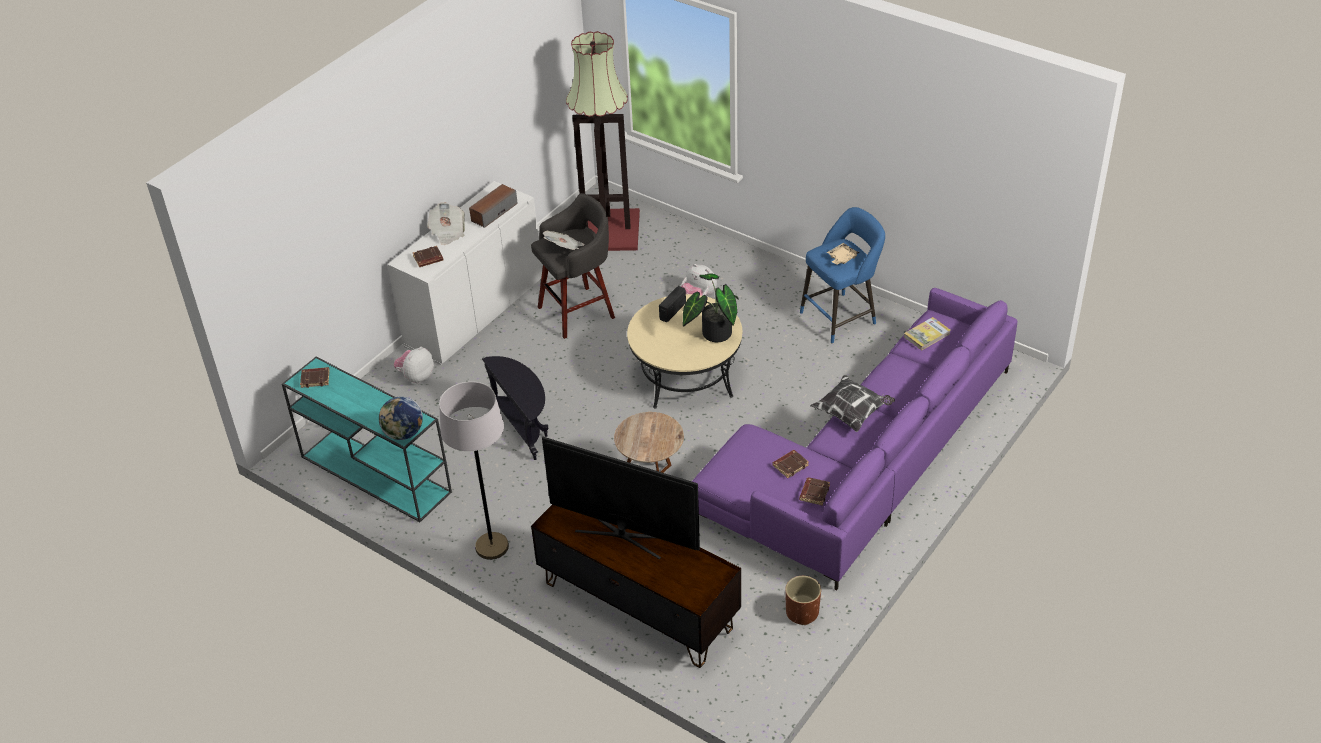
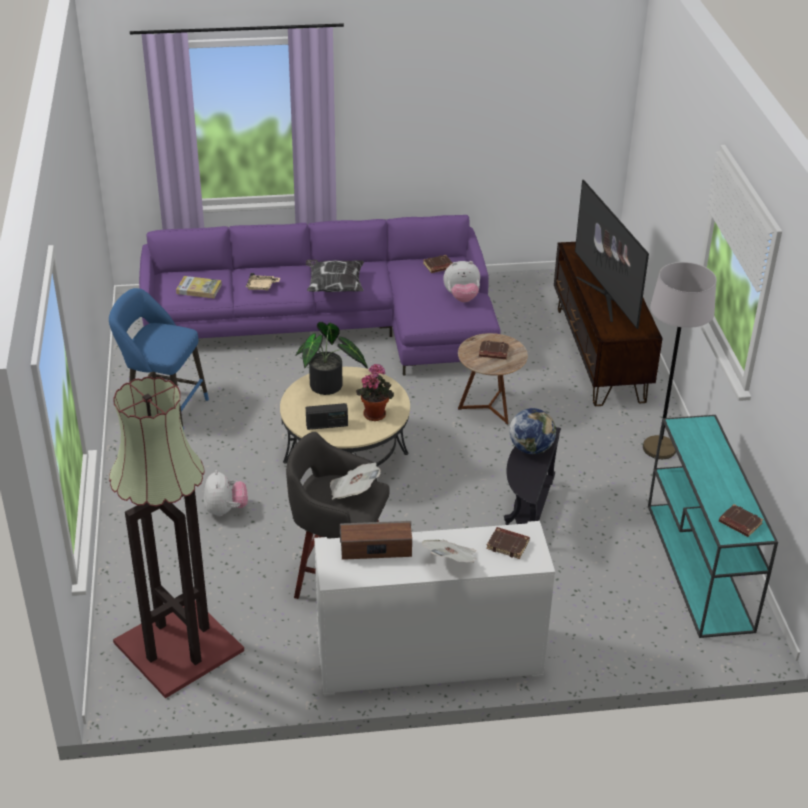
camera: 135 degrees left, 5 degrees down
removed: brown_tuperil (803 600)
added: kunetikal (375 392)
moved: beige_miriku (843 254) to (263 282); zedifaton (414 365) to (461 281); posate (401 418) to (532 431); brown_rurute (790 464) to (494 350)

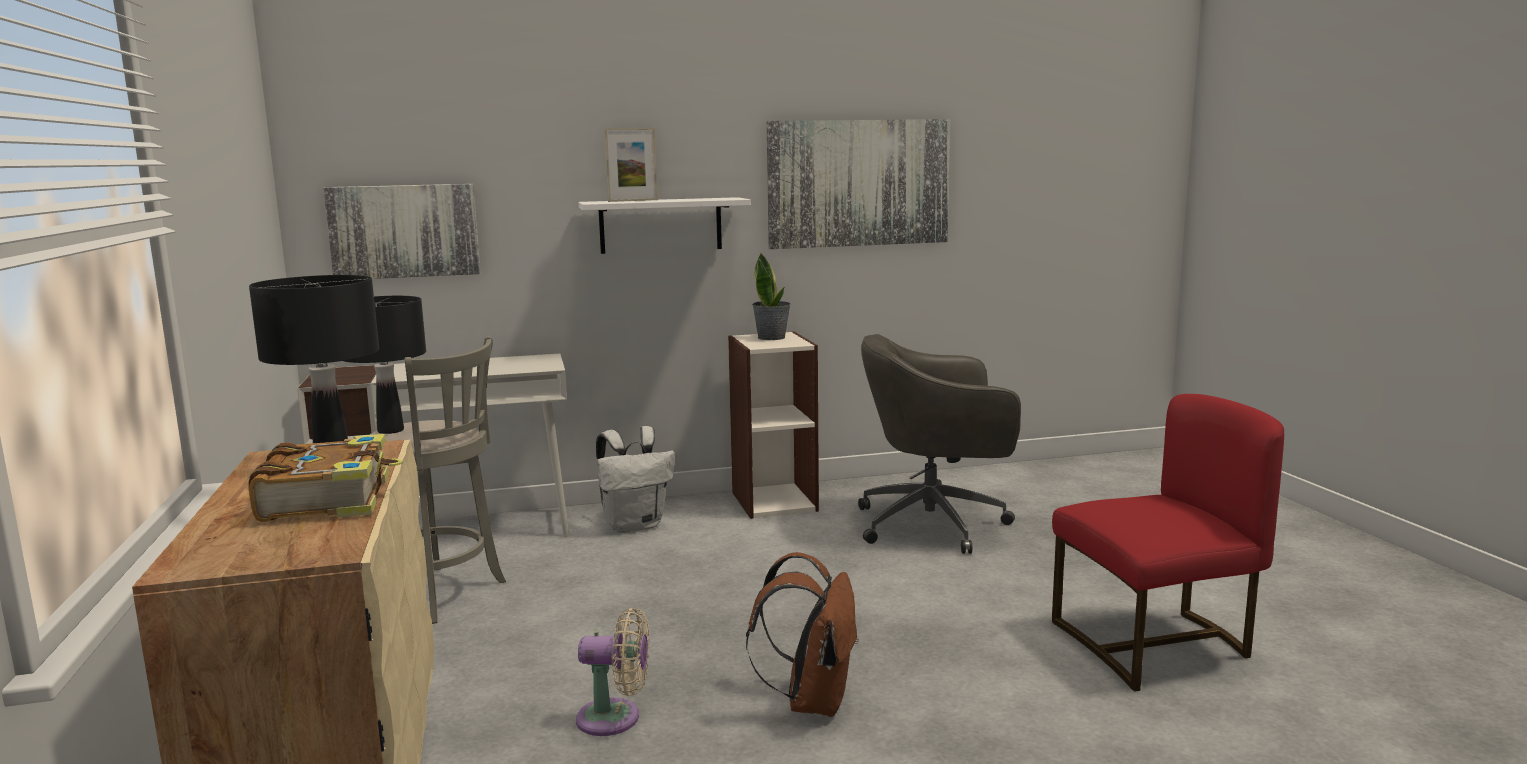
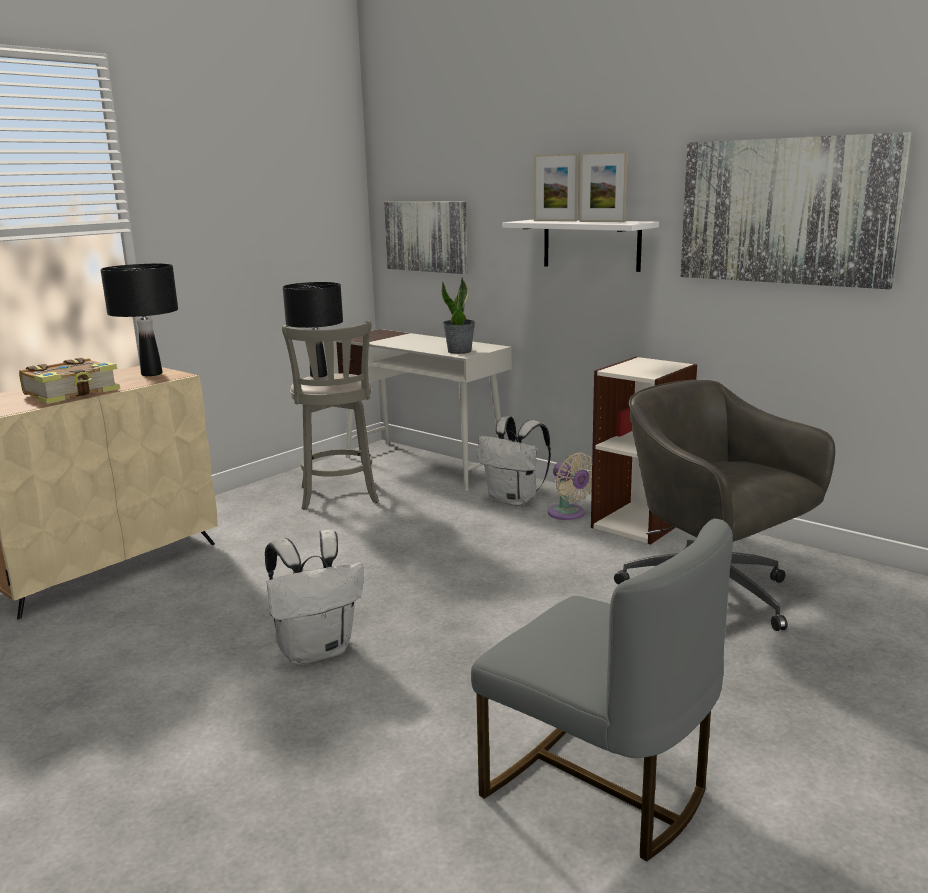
camera: 55 degrees right, 5 degrees up
added: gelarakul (603 186)
moved: kunetikal (771 296) to (458 315); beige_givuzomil (613 672) to (570 486)
recoloured: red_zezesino (1168 543) to grey_zezesino (602 690); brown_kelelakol (802 634) to white_kelelakol (314 597)

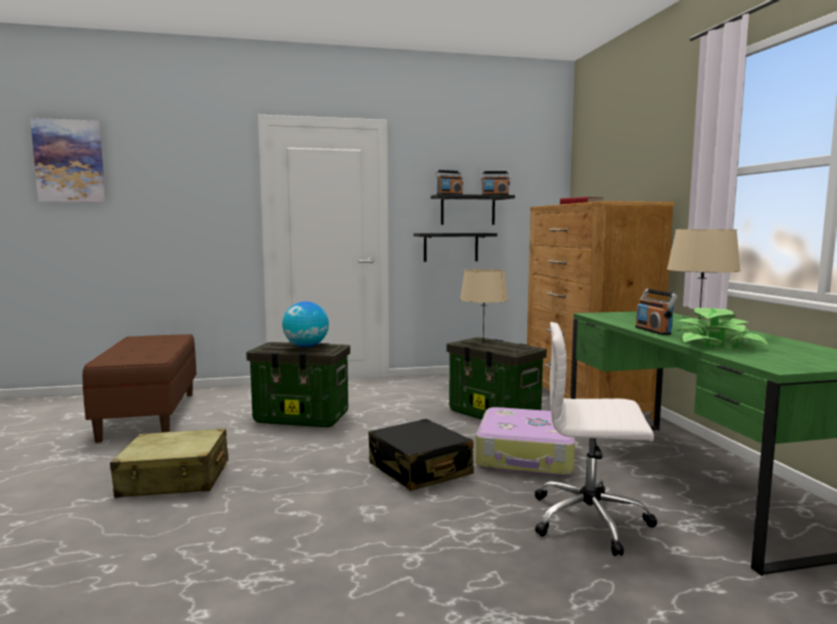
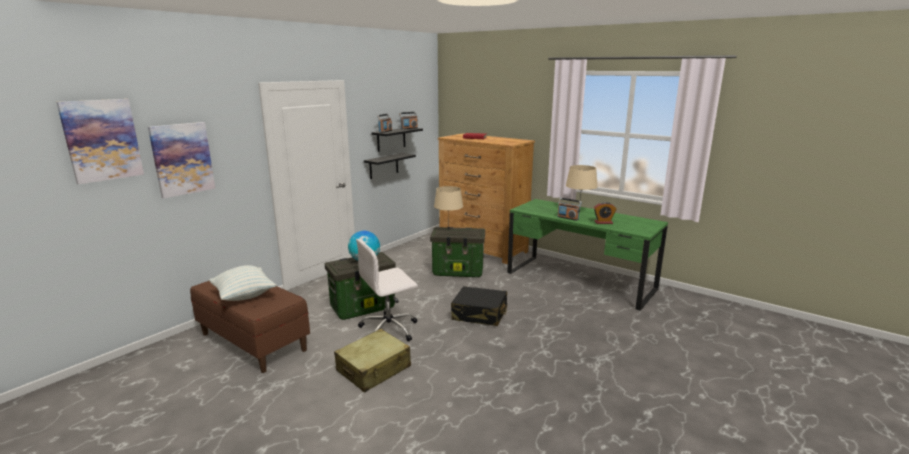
camera: 40 degrees left, 10 degrees up
removed: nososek (525 441)
added: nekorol (181 160); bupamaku (243 283)
moved: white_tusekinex (596 439) to (387 290)
replaced: kunetikal (721 328) to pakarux (605 213)

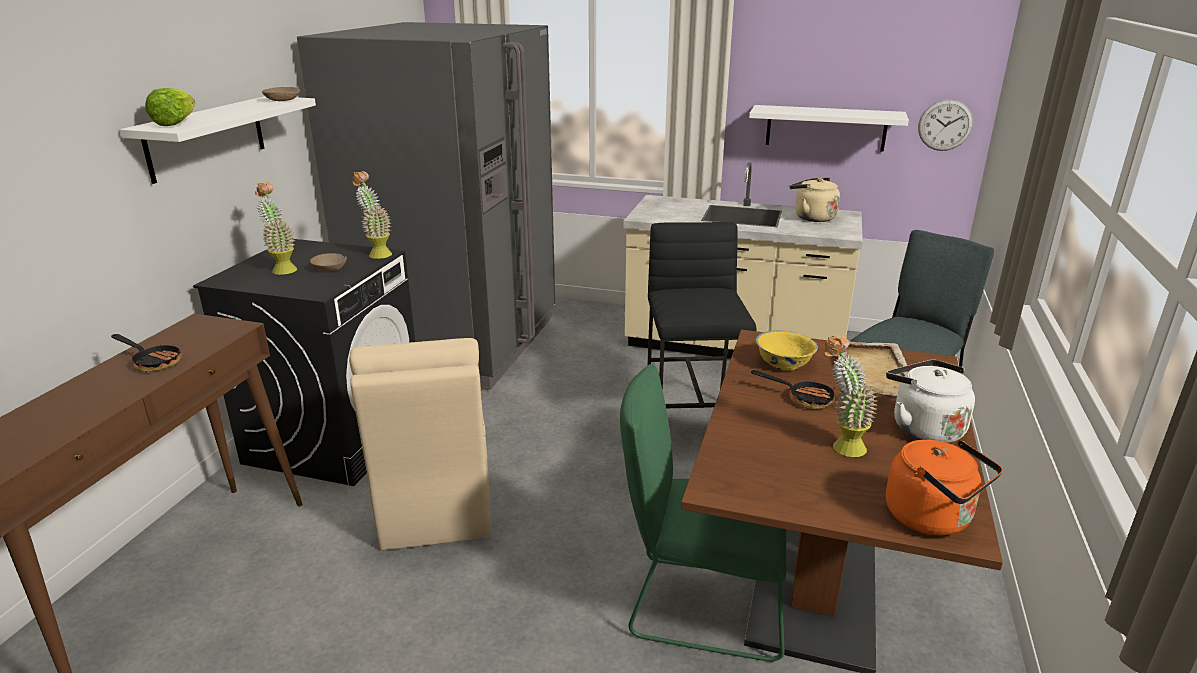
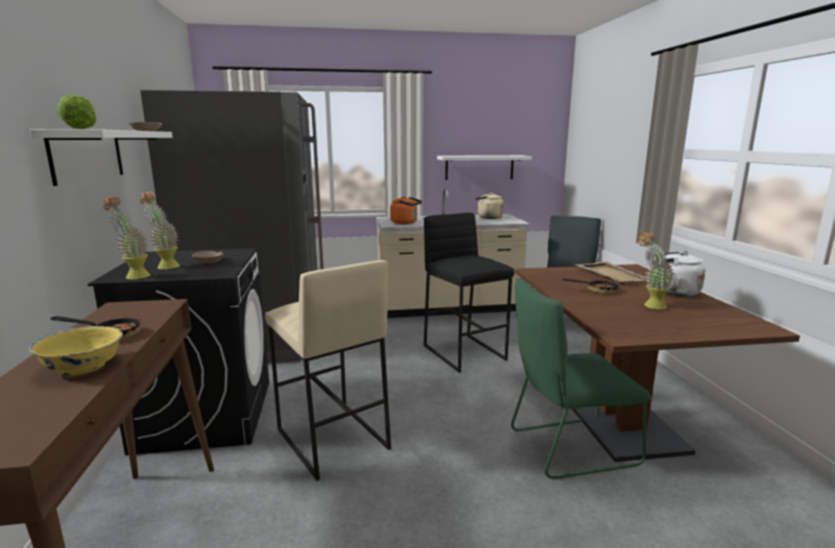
camera: 25 degrees left, 10 degrees down
removed: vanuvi (945 125)
moved: kunetikal (372 215) to (127 237); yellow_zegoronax (787 350) to (76 351); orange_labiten (944 488) to (406 210)
replaced: beige_zezesino (420 444) to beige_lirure (328 370)

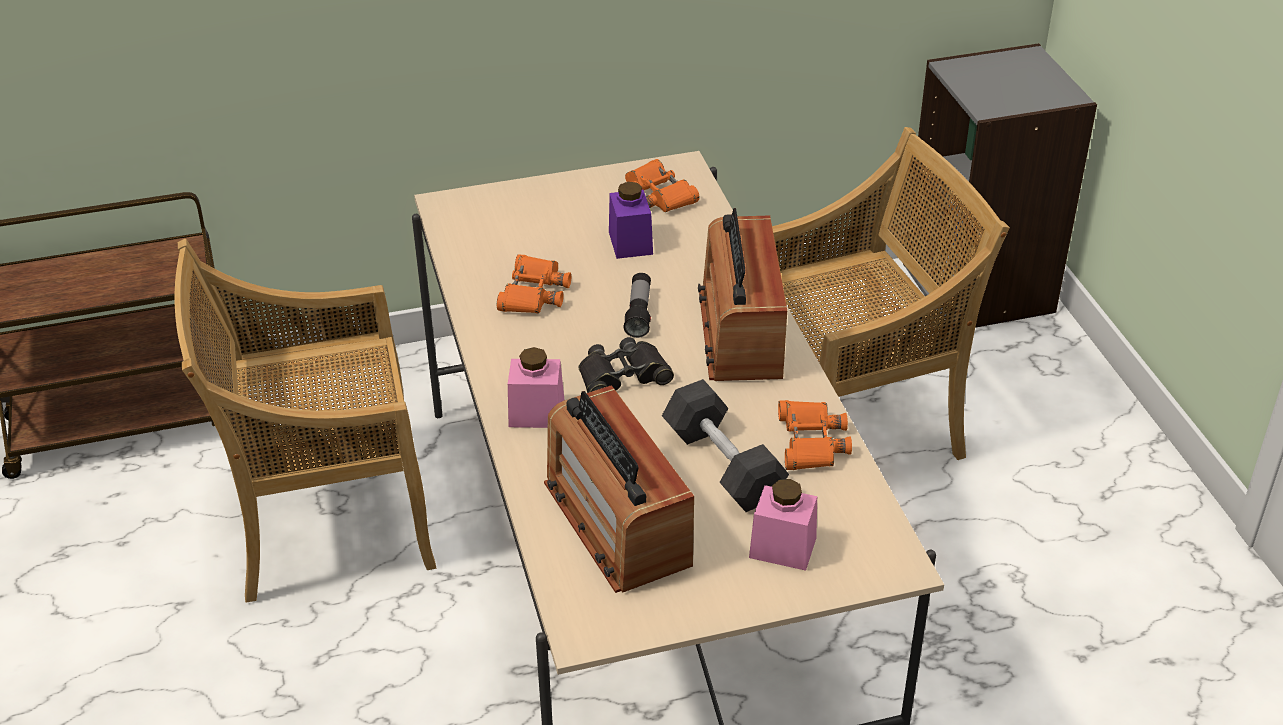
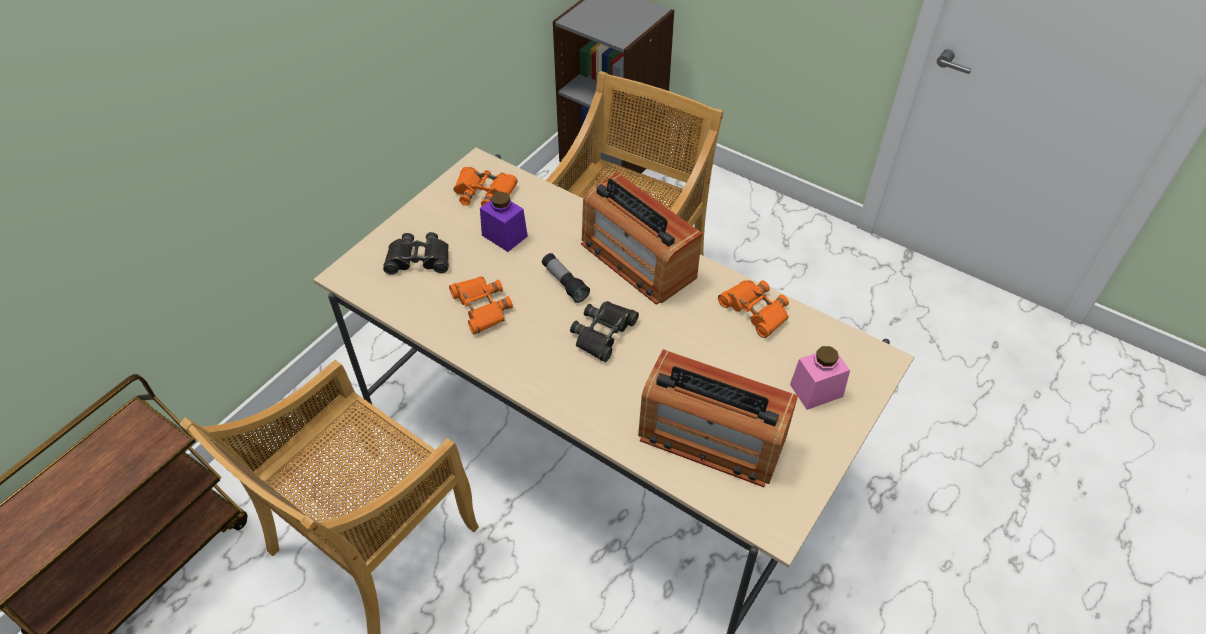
camera: 40 degrees left, 10 degrees up
removed: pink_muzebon (536 387); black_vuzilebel (725 445)
added: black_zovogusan (416 253)

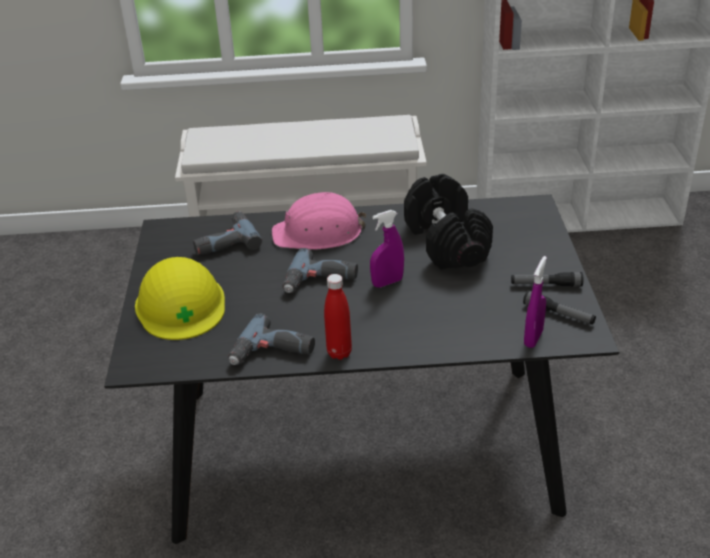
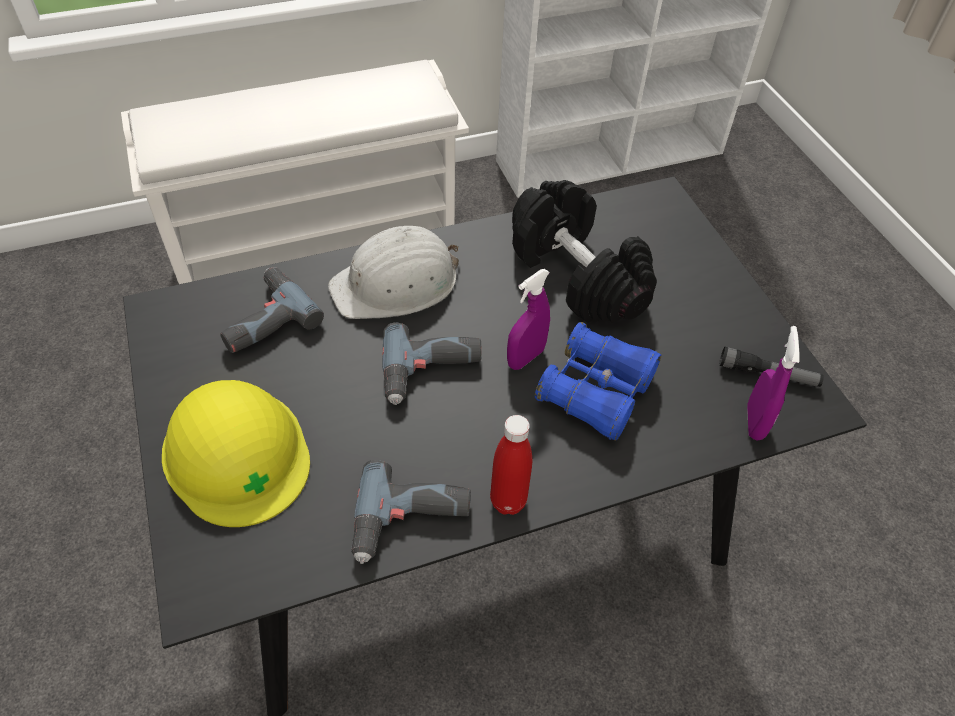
camera: 20 degrees left, 15 degrees up
removed: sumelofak (547 279)
added: blue_zovogusan (598 381)
recoloured: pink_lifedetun (319 221) to white_lifedetun (393 272)

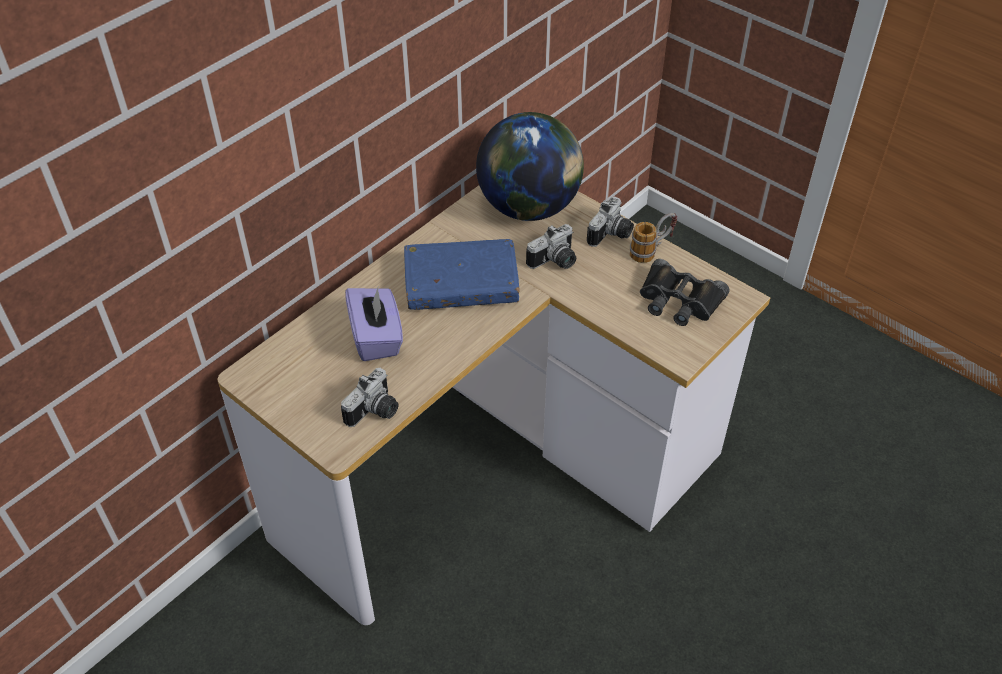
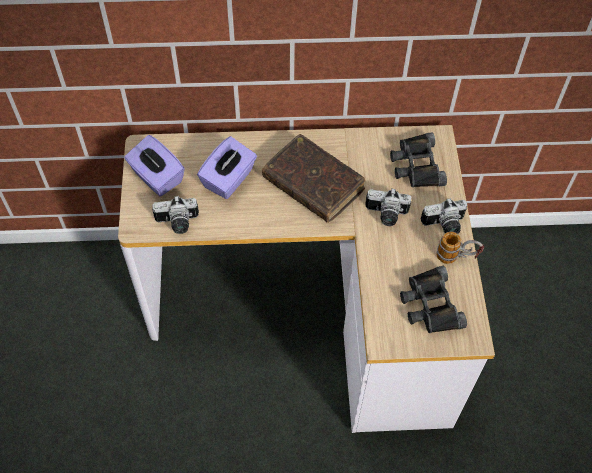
camera: 45 degrees right, 10 degrees up
added: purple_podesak (154 165)
replaced: posate (530 166) to black_zovogusan (418 160)
recoloured: blue_rurute (462 274) to brown_rurute (313 178)

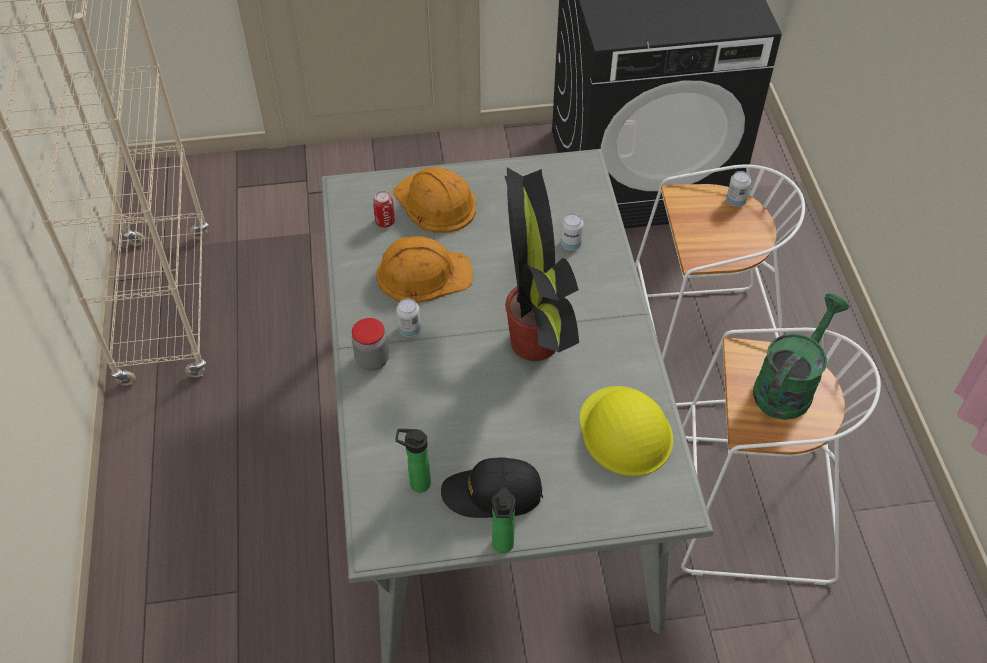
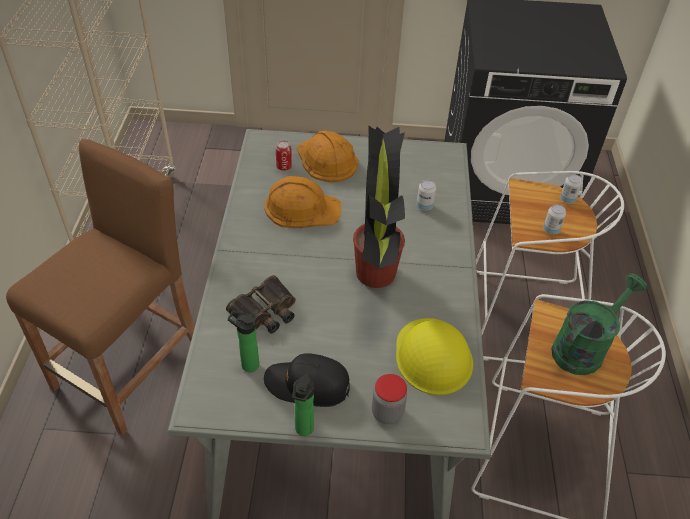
camera: 10 degrees right, 5 degrees down
added: brown_lirure (100 287); zovogusan (261 304)
moved: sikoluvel (408 317) to (554 219); muzebon (370 344) to (389 399)

